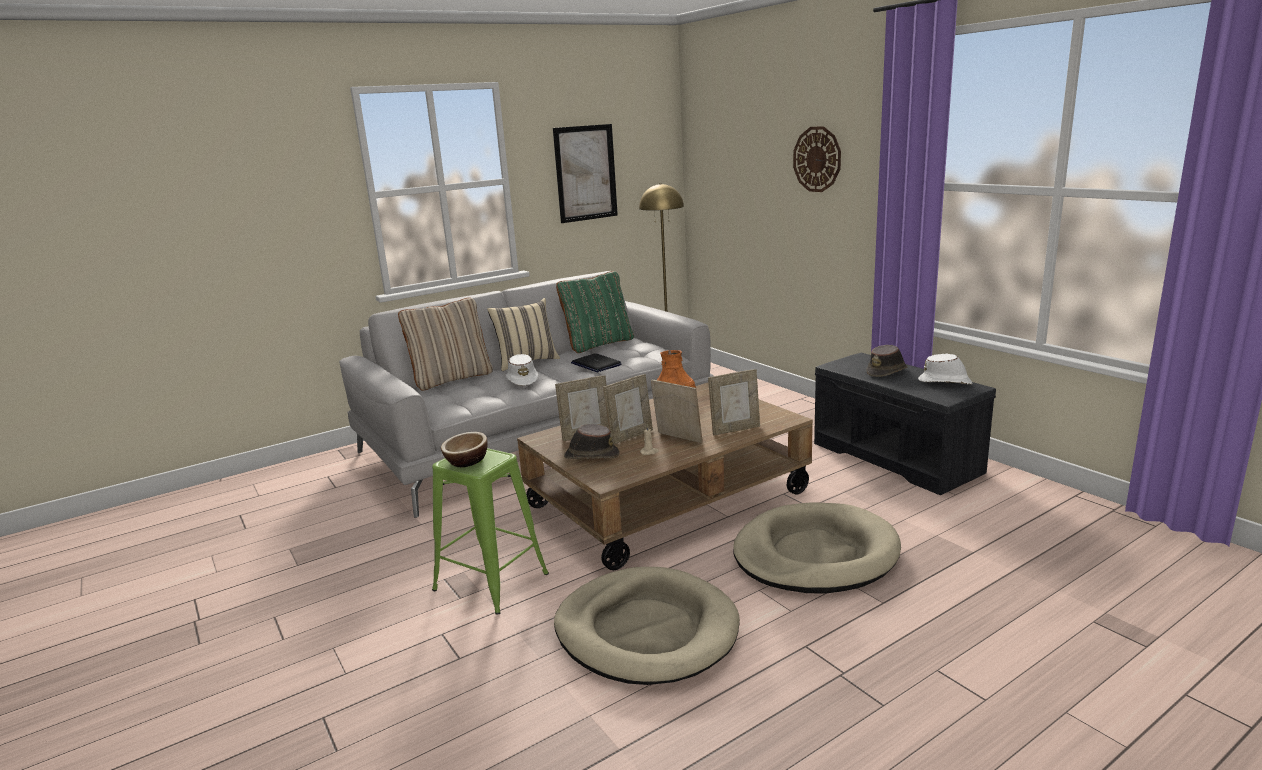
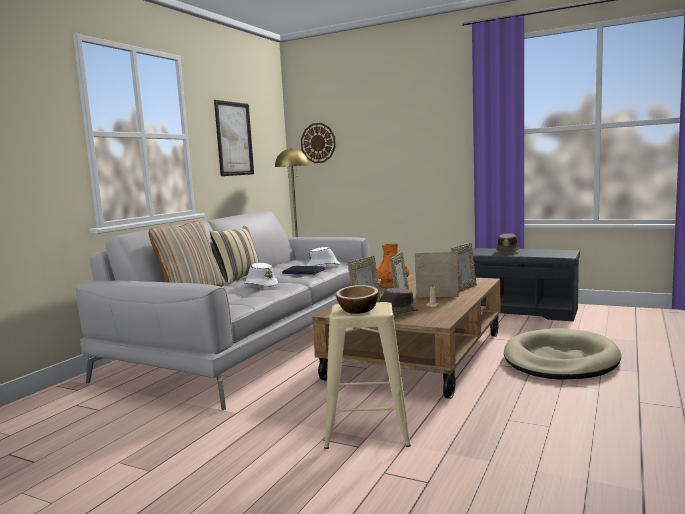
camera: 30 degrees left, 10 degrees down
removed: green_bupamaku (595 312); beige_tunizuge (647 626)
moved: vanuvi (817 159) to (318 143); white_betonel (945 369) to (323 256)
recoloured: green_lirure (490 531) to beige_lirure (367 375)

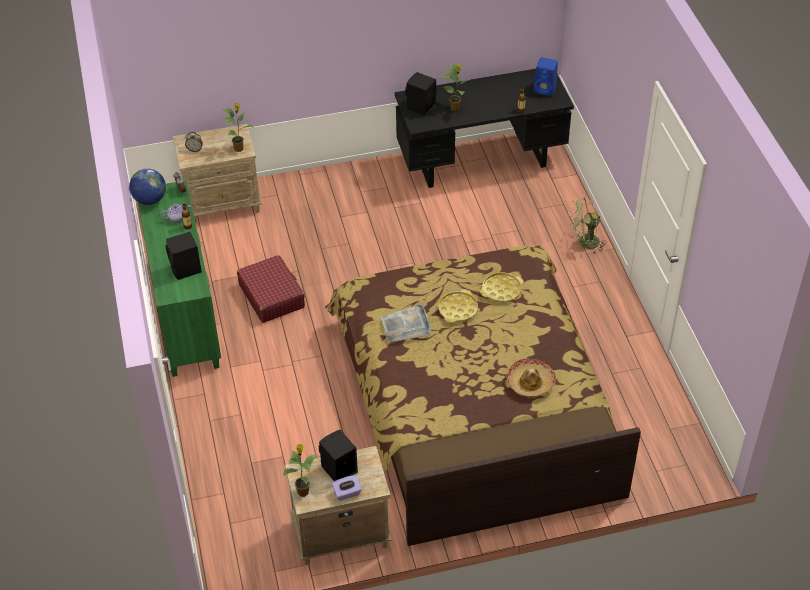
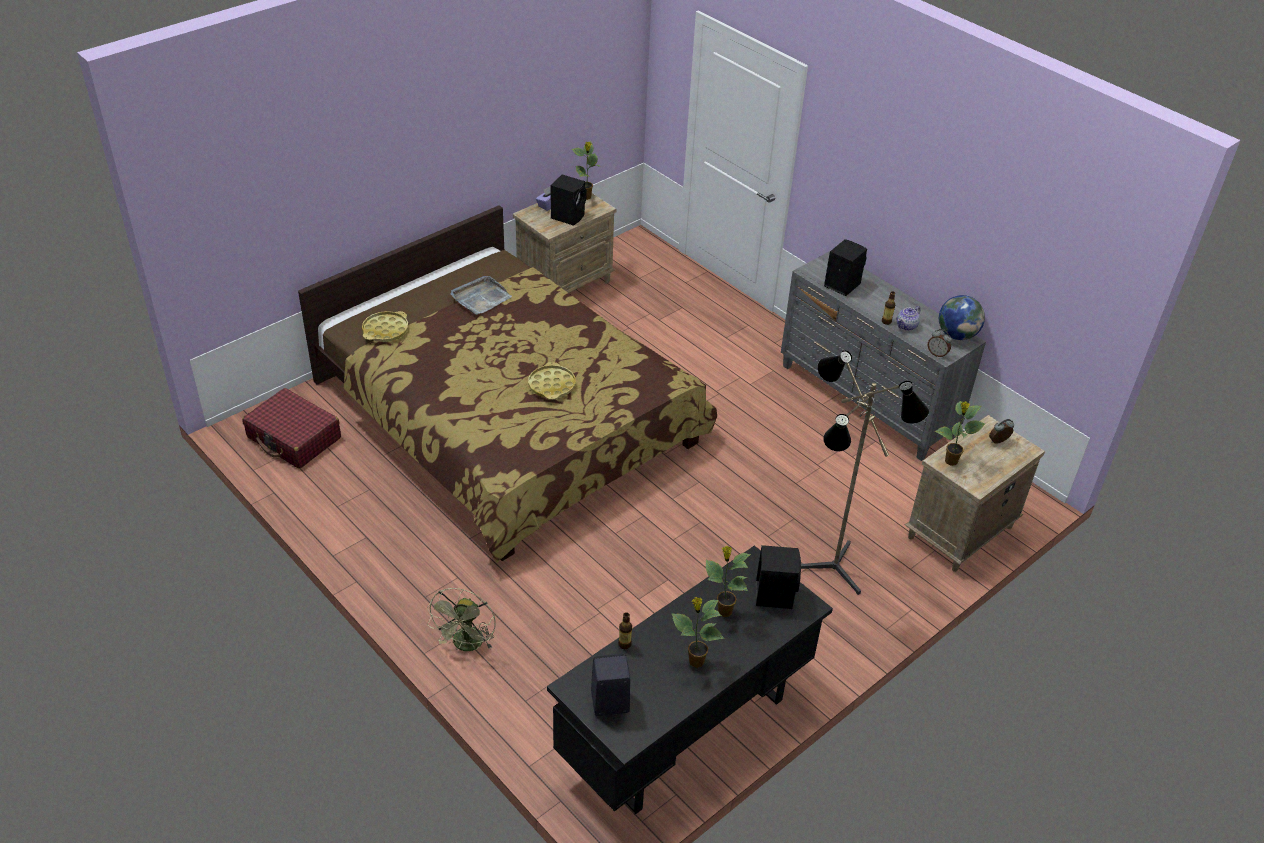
camera: 150 degrees right, 5 degrees down
removed: betonel (531 378)
added: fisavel (865 473); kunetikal (697 632)
moved: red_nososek (271 289) to (291 428); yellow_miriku (501 287) to (385 326); grey_miriku (405 322) to (481 295)
recoloured: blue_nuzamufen (545 76) to black_nuzamufen (610 685); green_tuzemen (179 278) to grey_tuzemen (883 356)
turned: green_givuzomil (588 225) = (461 619) 150 degrees clockwise

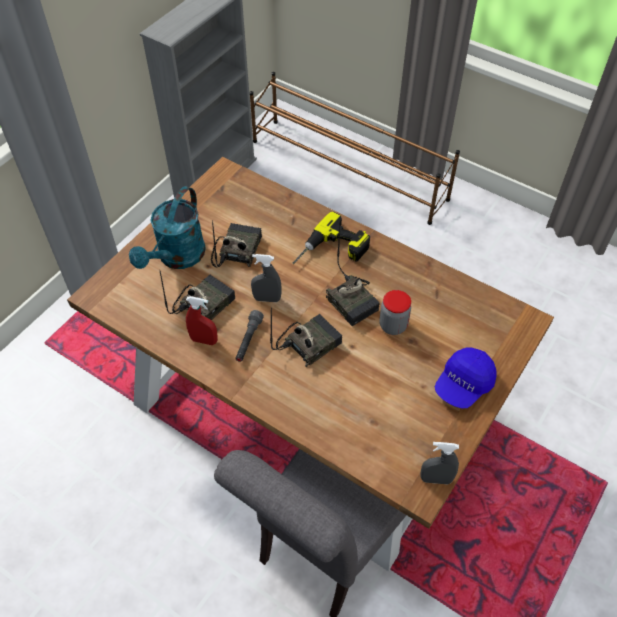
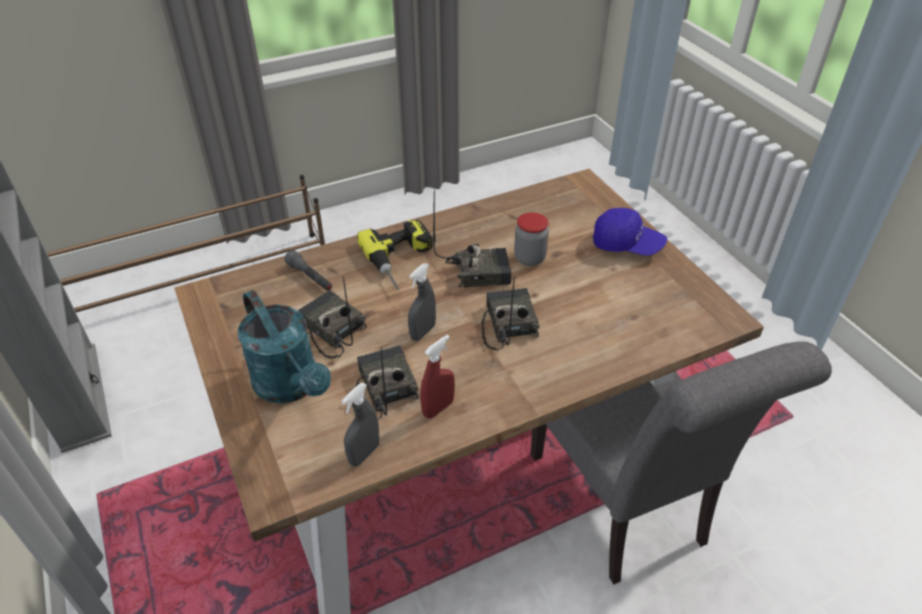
camera: 60 degrees left, 10 degrees down
moved: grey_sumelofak (249 336) to (308 270); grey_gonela (439 463) to (360 425)
turned: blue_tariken (466 378) = (630 232) 45 degrees counterclockwise

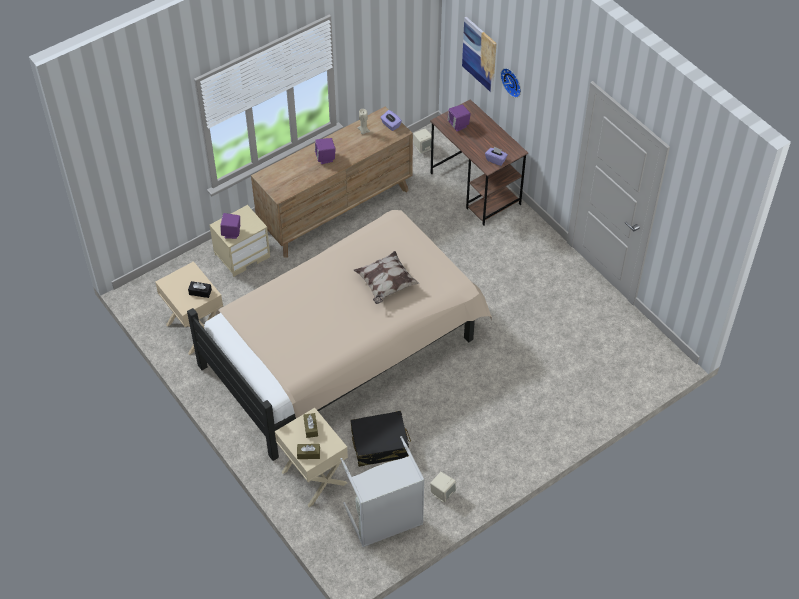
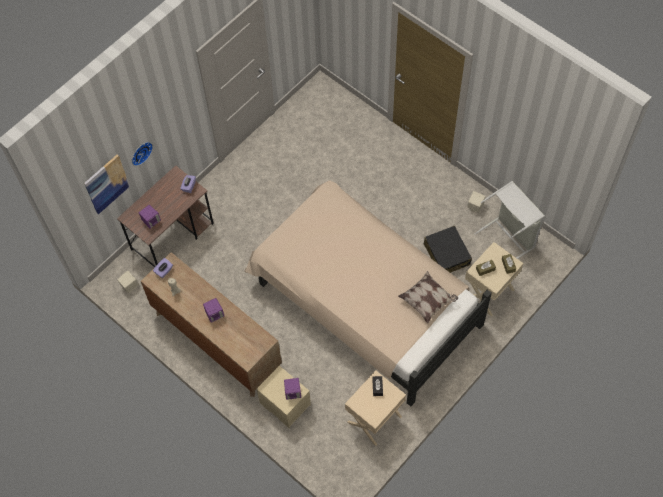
camera: 100 degrees left, 10 degrees up
moved: bupamaku (386 277) to (428 297)

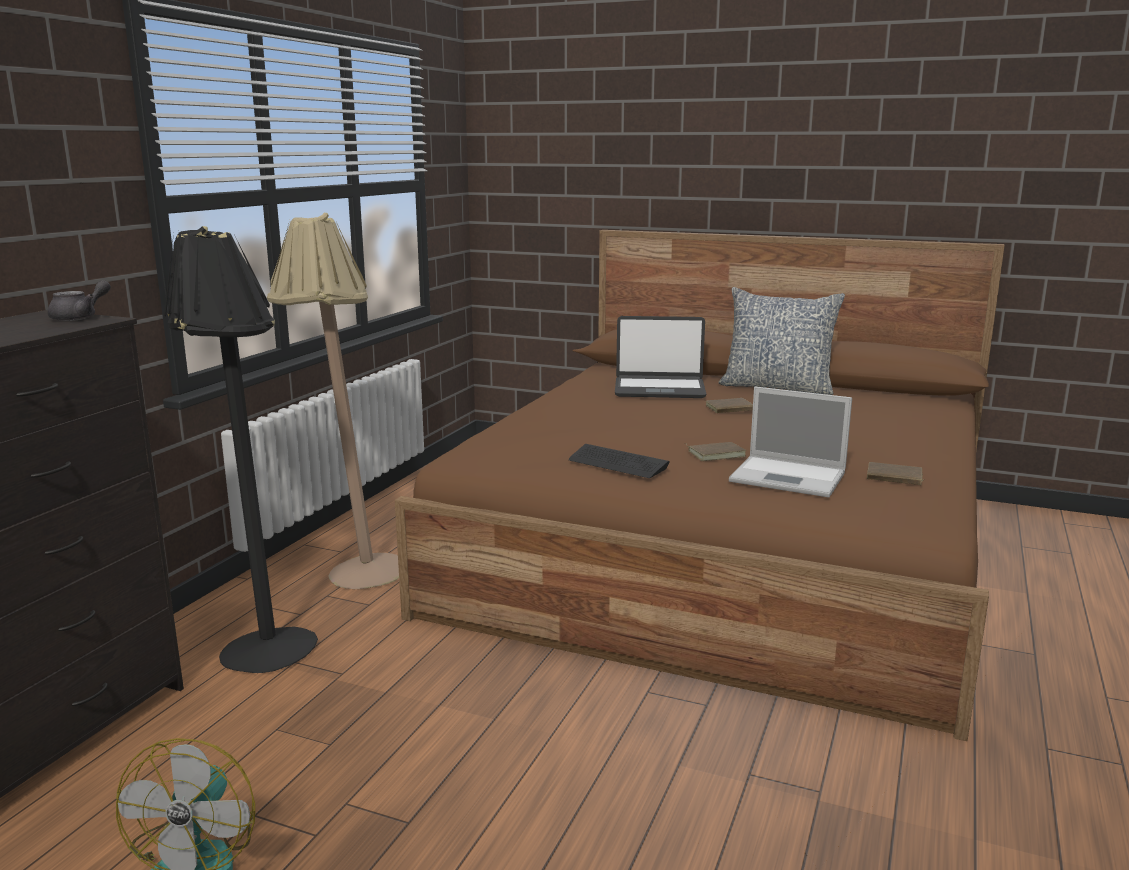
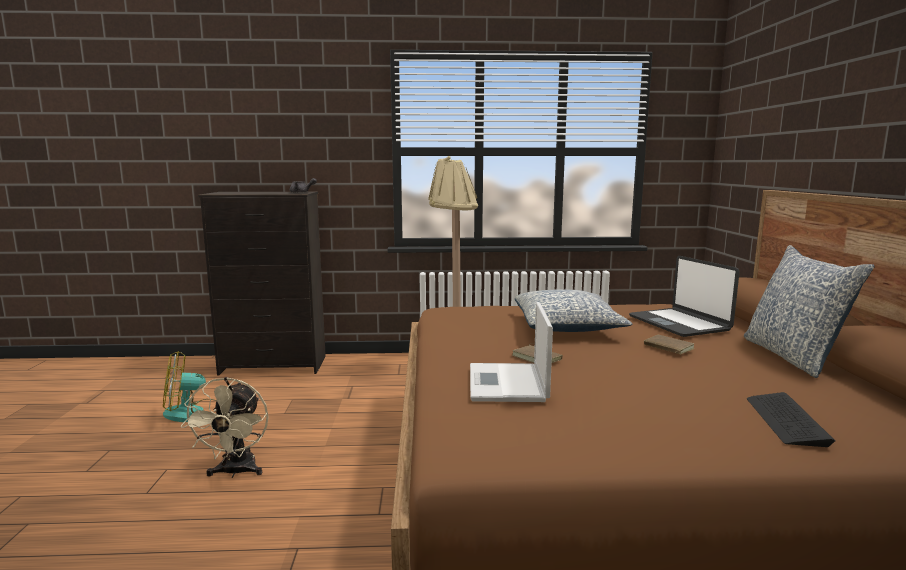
camera: 65 degrees right, 5 degrees down
removed: black_fisavel (241 449); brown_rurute (895 473)
added: bupamaku (573 311); beige_givuzomil (224 427)
moved: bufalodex (619 461) to (791 419)

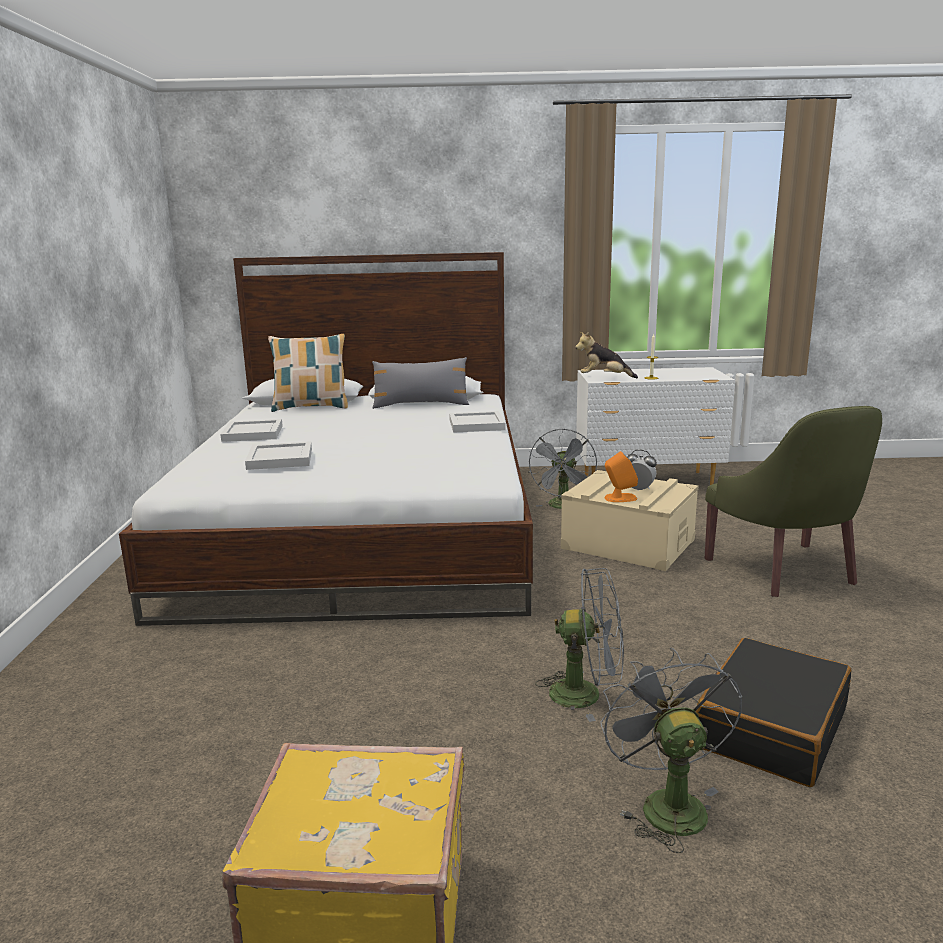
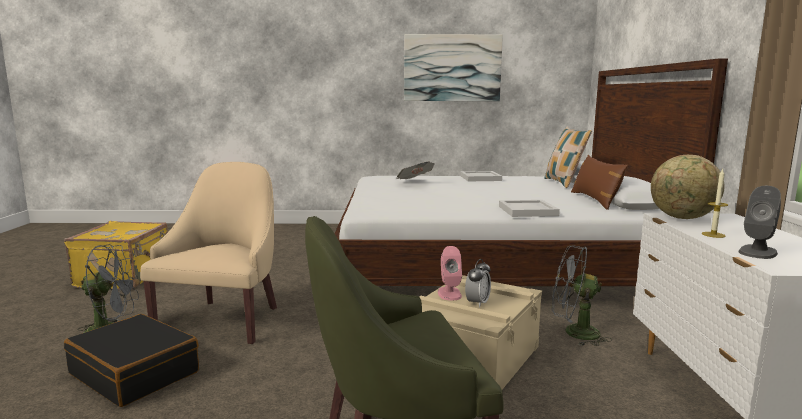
camera: 90 degrees right, 5 degrees down
added: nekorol (453 67); grey_nuzamufen (759 222)
replaced: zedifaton (606 355) to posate (688 187); white_miriku (278 455) to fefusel (415 170); grey_givuzomil (579 645) to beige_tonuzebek (208 253)
recoloured: grey_bupamaku (420 383) to brown_bupamaku (599 182); orange_nuzamufen (621 476) to pink_nuzamufen (450 273)

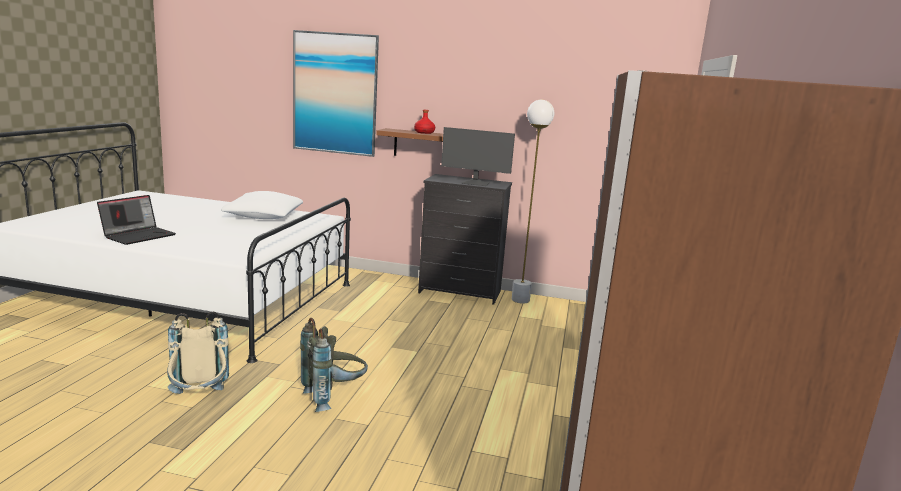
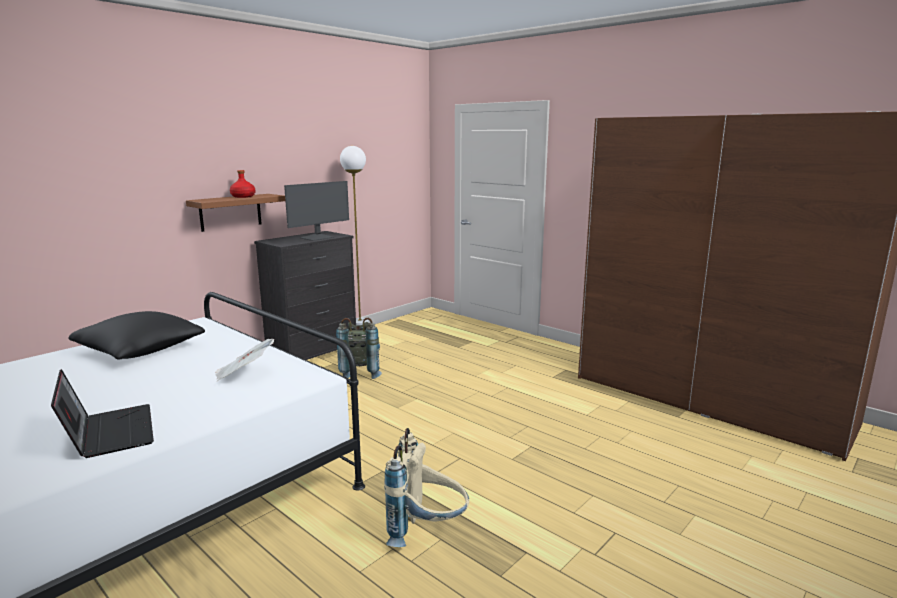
camera: 60 degrees left, 0 degrees up
removed: nekorol (336 93)
added: fefusel (244 359)
moved: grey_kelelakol (334 365) to (359 348)
recoloured: white_bupamaku (262 205) to black_bupamaku (136 335)

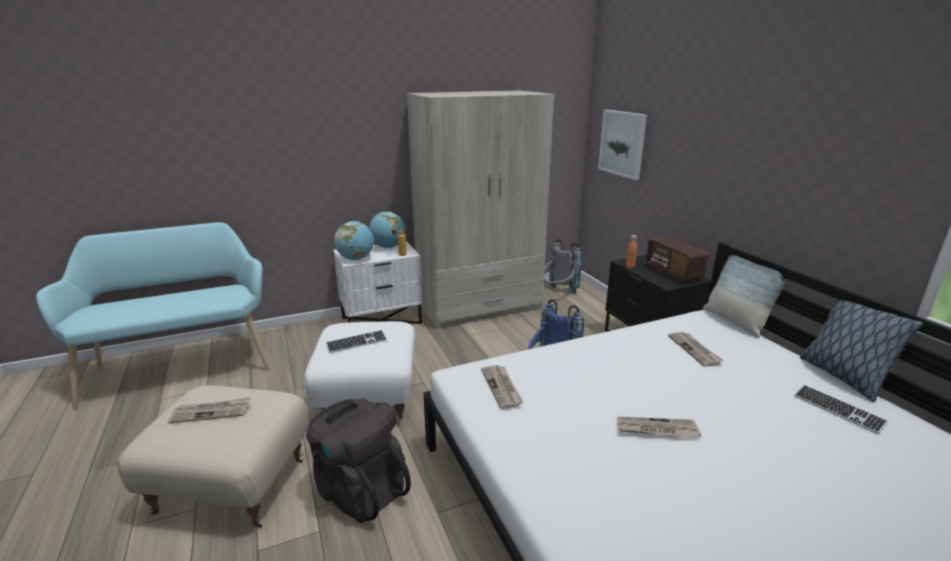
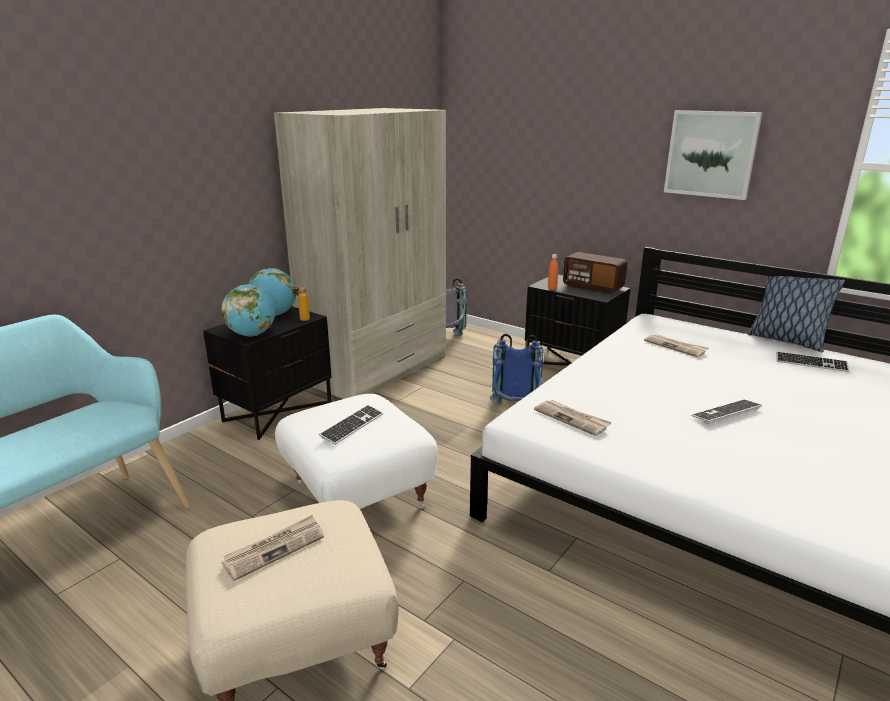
camera: 30 degrees left, 0 degrees up
removed: bupamaku (744 296); black_kelelakol (358 461)
moved: nekorol (622 145) to (713 155)
replaced: fefusel (659 427) to bufalodex (726 412)
recoloured: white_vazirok (378 282) to black_vazirok (267 373)

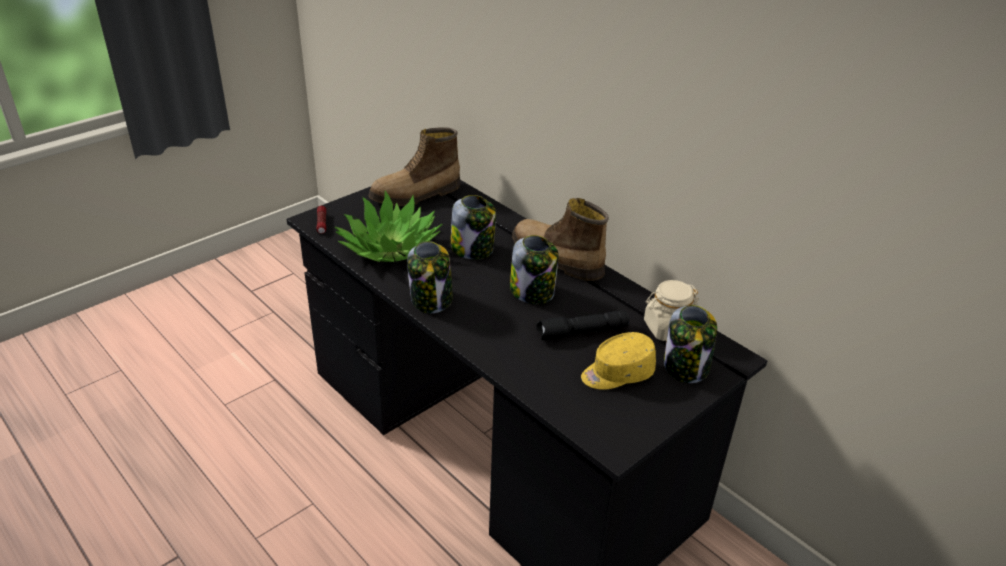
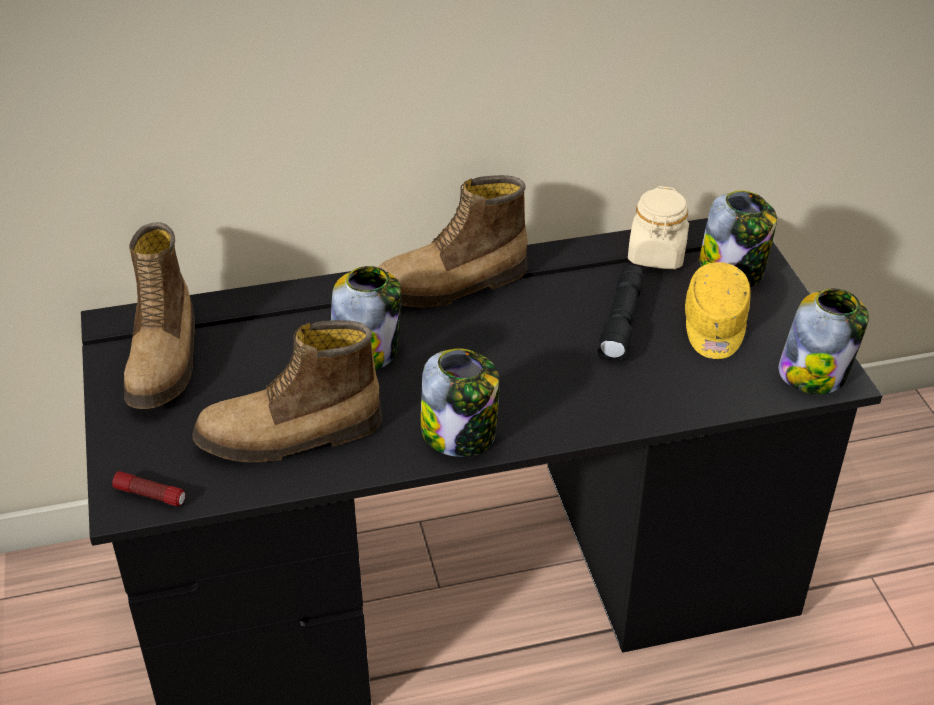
camera: 60 degrees left, 5 degrees up
moved: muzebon (534 269) to (823 341)
replaced: kunetikal (388 226) to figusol (287 391)

